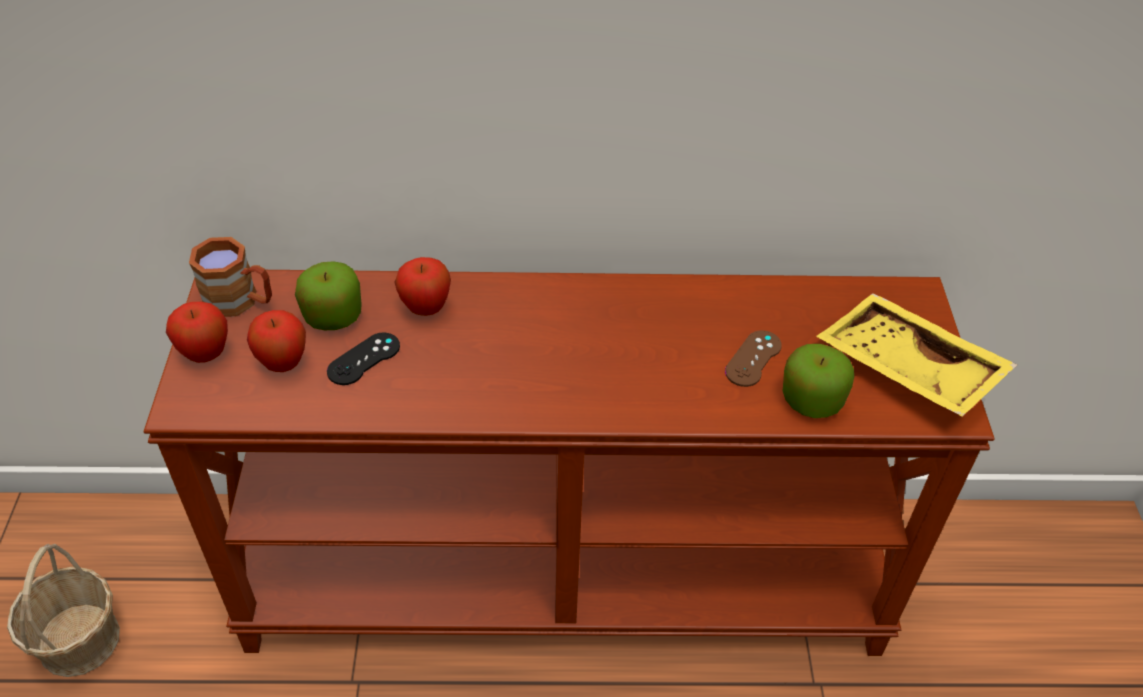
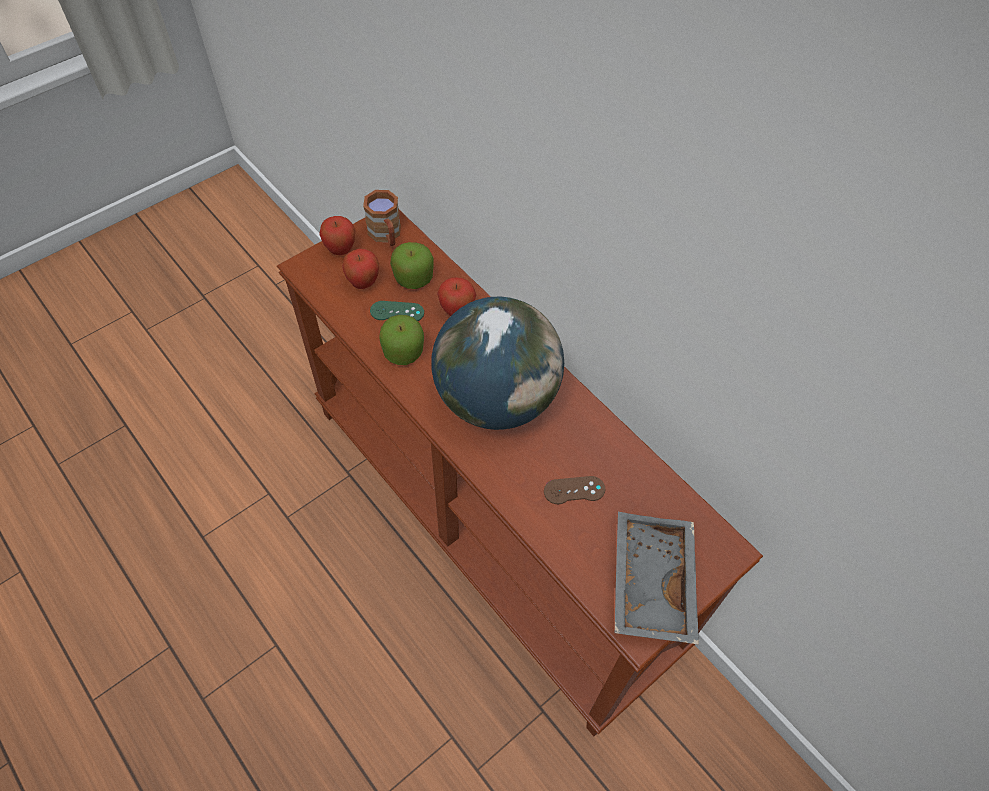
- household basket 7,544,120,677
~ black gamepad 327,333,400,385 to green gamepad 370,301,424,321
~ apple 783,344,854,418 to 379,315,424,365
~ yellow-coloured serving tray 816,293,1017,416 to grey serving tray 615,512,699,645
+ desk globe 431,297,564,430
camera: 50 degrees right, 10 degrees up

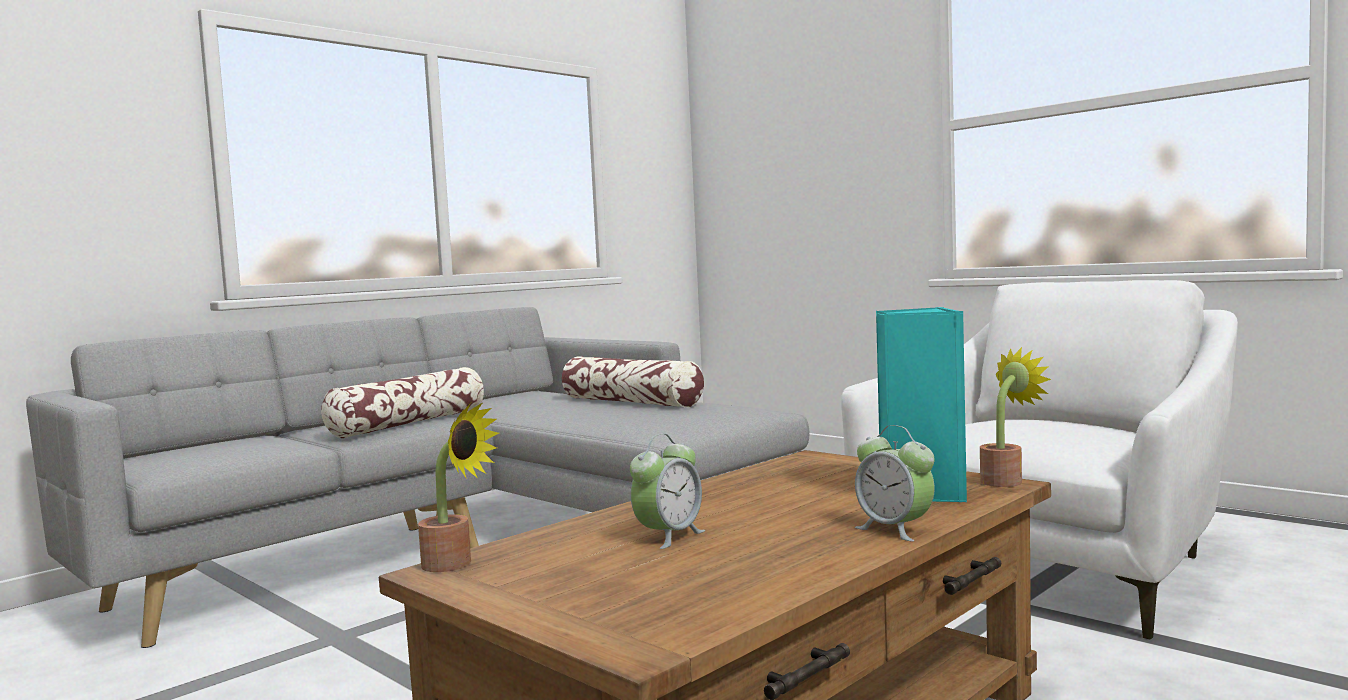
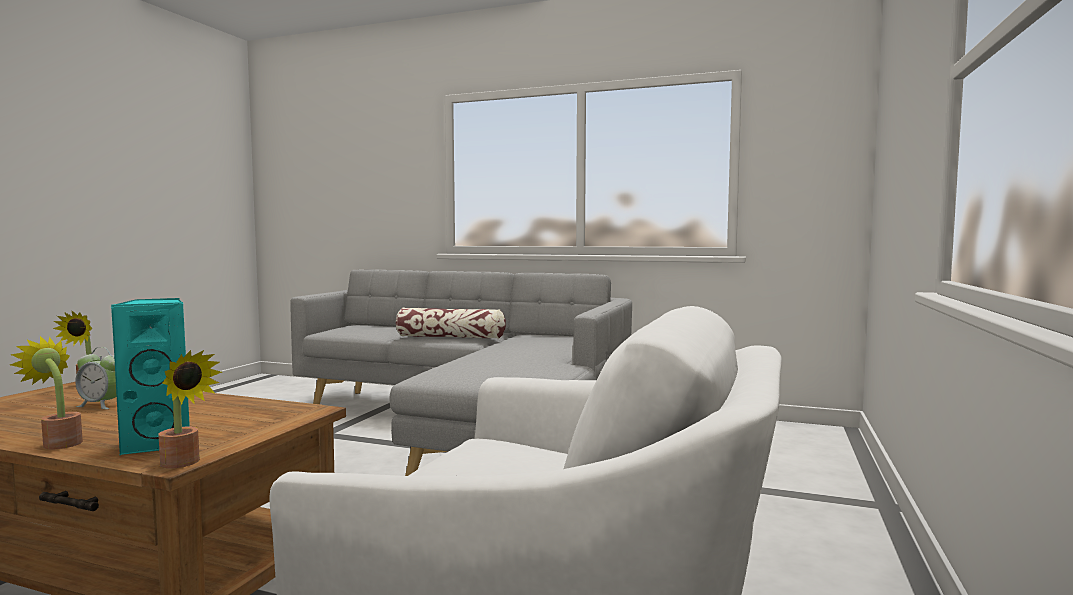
- pillow 562,356,704,408
~ table clock 855,425,935,542 to plant in a pot 10,336,83,450
camera: 65 degrees right, 0 degrees up

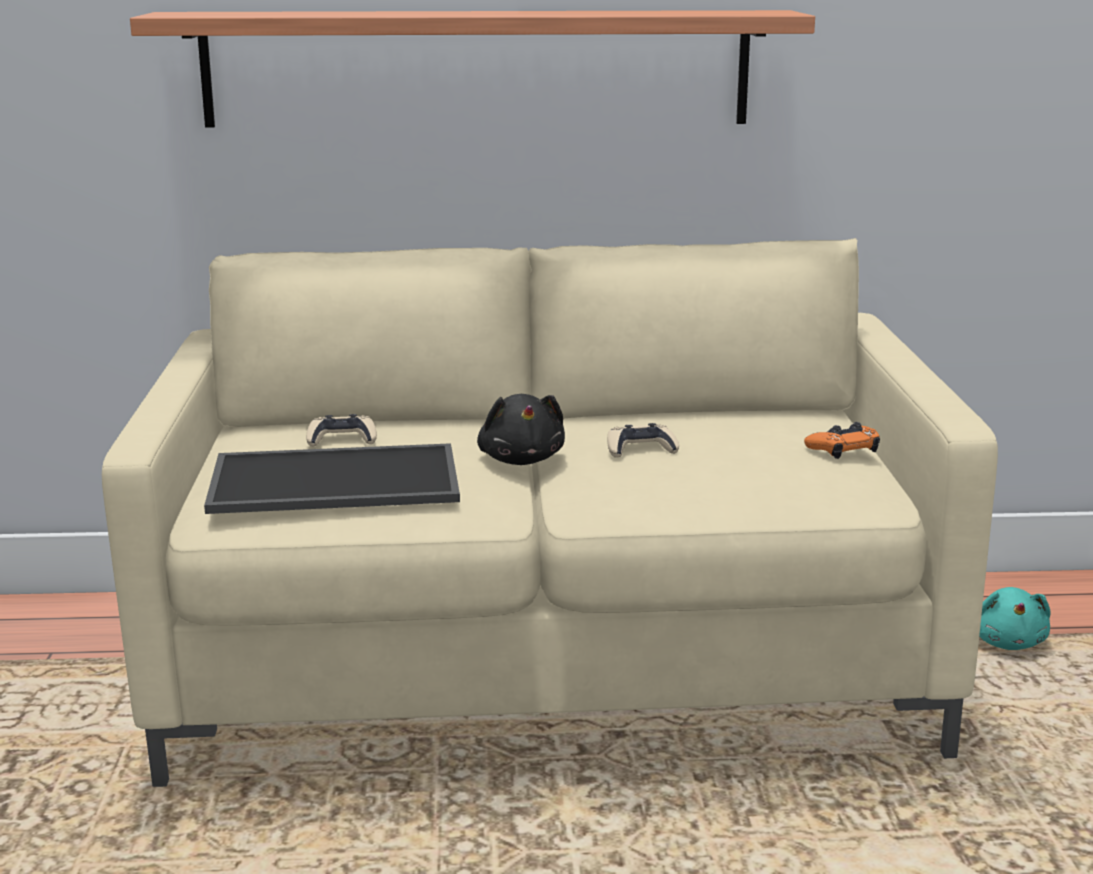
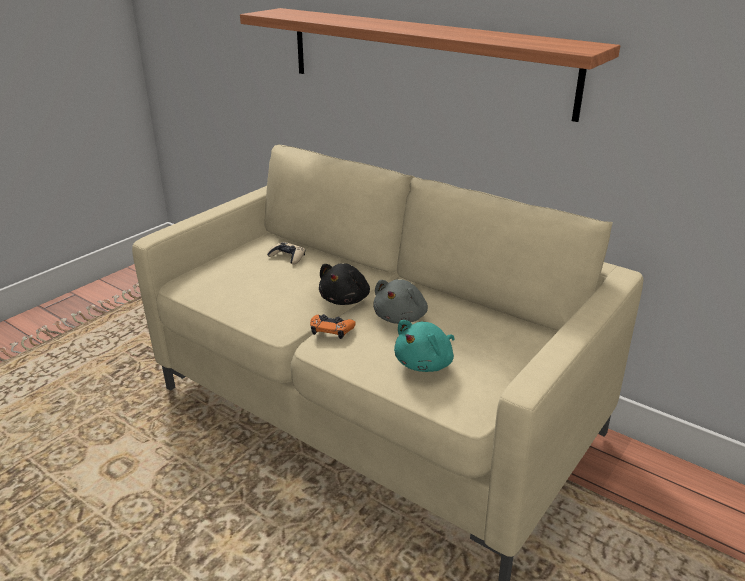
- serving tray 204,443,460,514
~ beige gamepad 607,423,679,458 to grey soft toy 373,279,428,324
~ orangey gamepad 804,422,880,459 to 310,314,356,339
~ turquoise-coloured soft toy 979,587,1050,650 to 394,320,454,372
camera: 40 degrees right, 10 degrees up

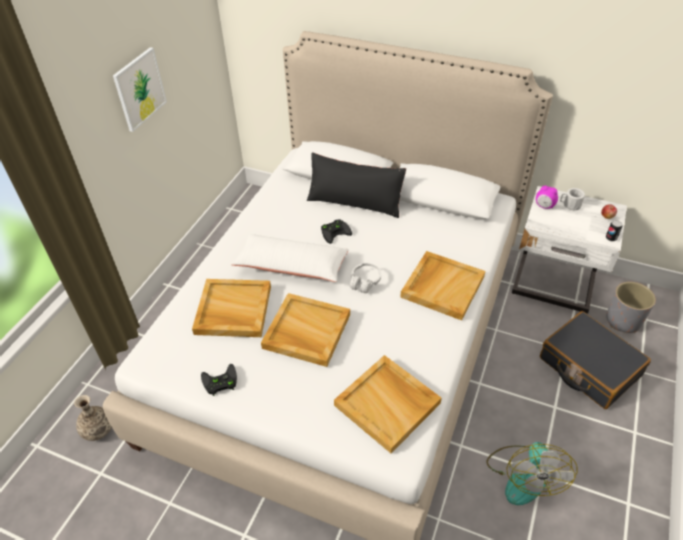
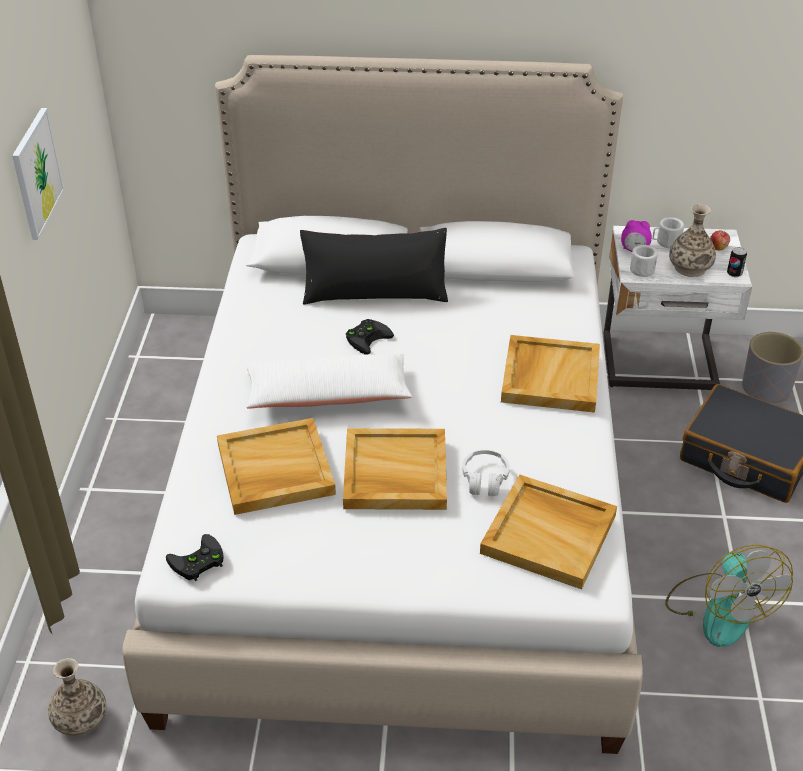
~ black gamepad 201,364,237,396 to 166,534,224,581
~ whitish headset 350,263,381,293 to 462,450,510,496
+ whitish mug 630,245,658,277
+ decorative vase 669,204,716,277
camera: 20 degrees left, 5 degrees down

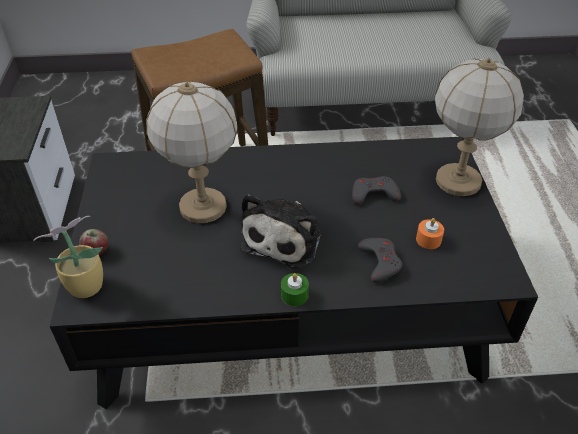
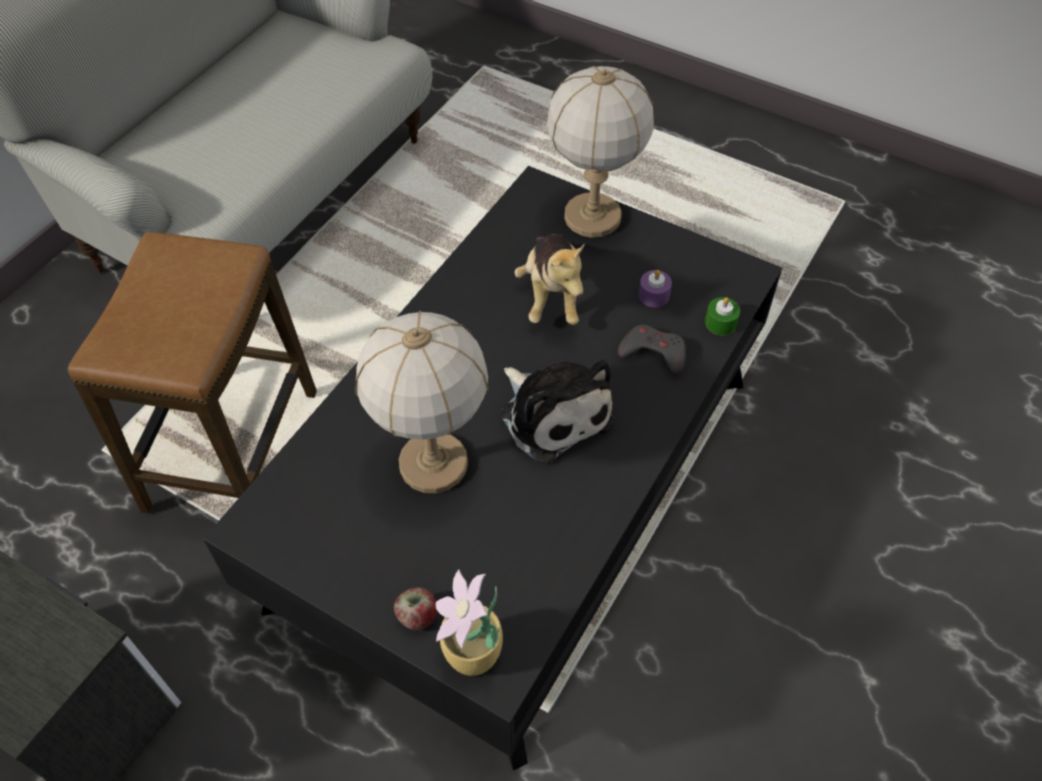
~ green wax light 281,273,309,306 to 705,297,740,335
~ grey gamepad 352,176,401,205 to soft toy 514,234,585,325
~ orangey wax light 416,218,444,249 to purplish wax light 639,270,672,307
camera: 55 degrees left, 10 degrees up

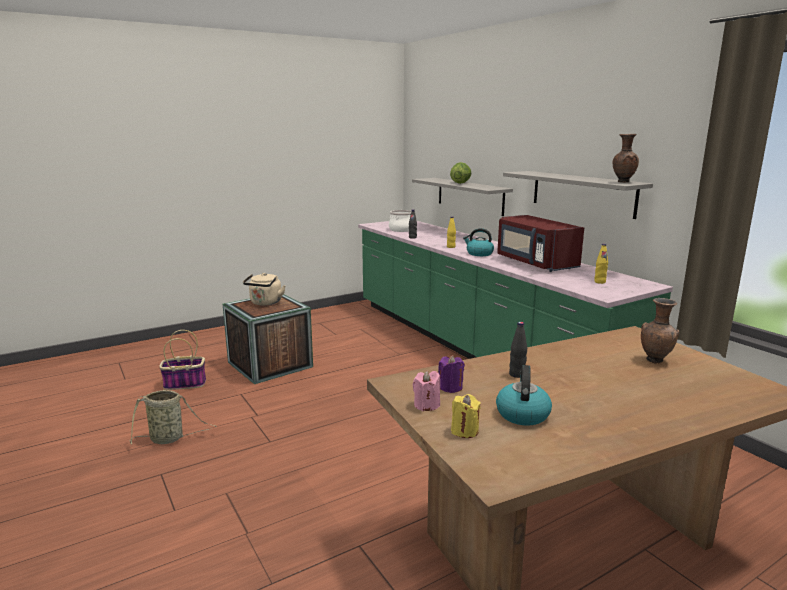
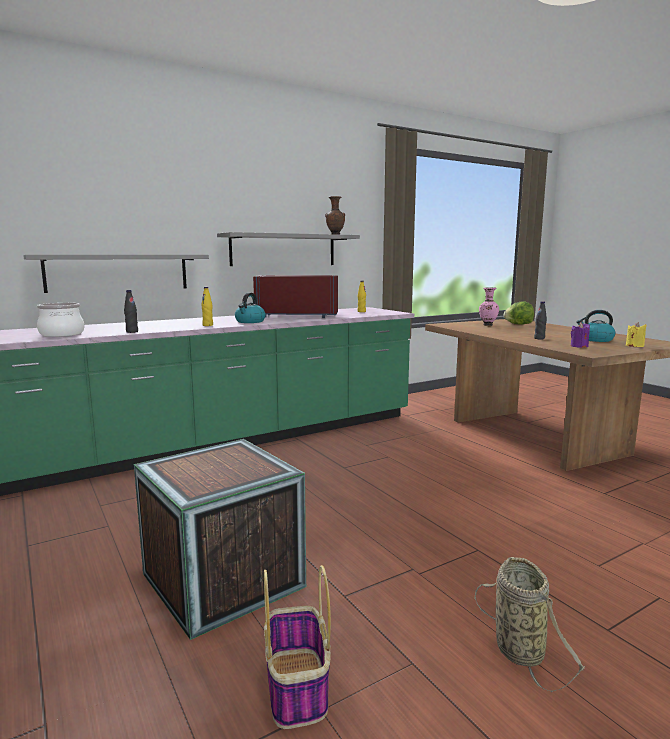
- beige kettle 243,273,286,306
- pink-coloured wax light 413,371,440,411
~ lettuce 450,162,471,184 to 503,301,534,325
~ red microwave 497,215,584,272 = 253,275,338,318 150 degrees counterclockwise
~ brown-coloured decorative vase 641,298,679,364 to pink-coloured decorative vase 479,287,499,326
camera: 90 degrees left, 5 degrees down

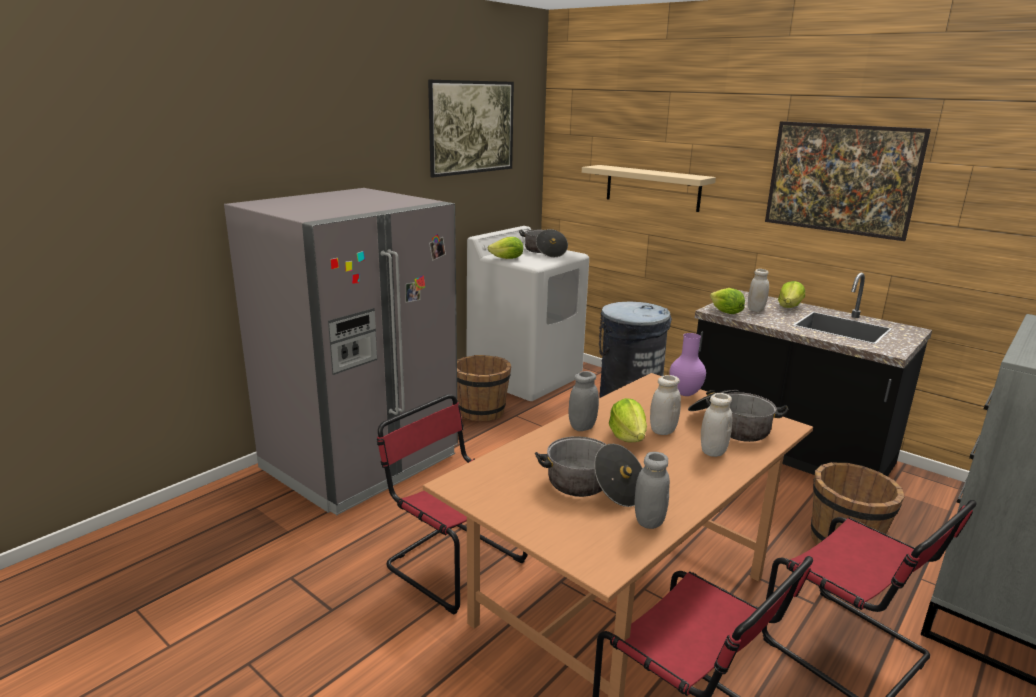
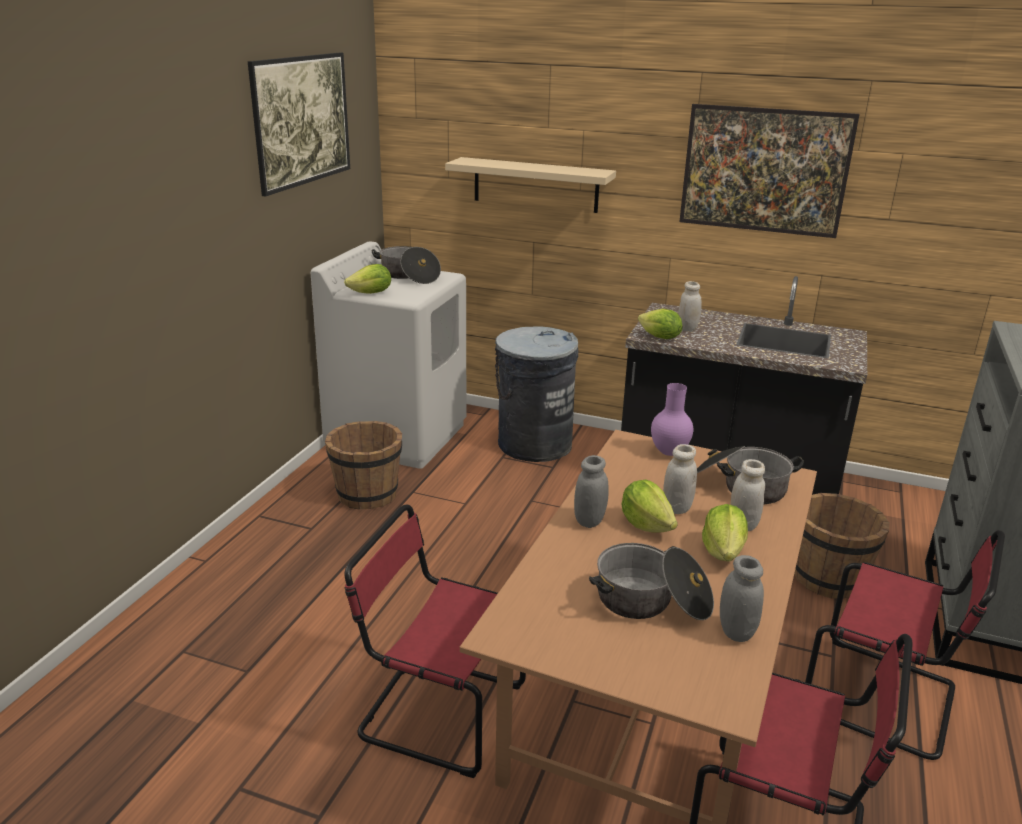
- grey kitchen fridge 224,188,458,515
~ lettuce 778,281,805,308 to 702,504,748,561
camera: 20 degrees left, 5 degrees up

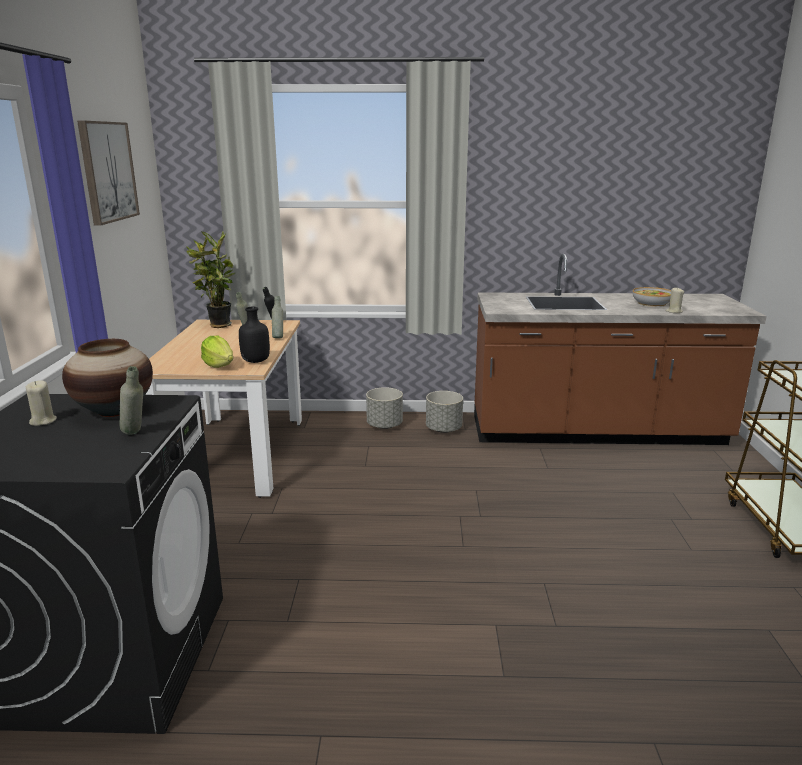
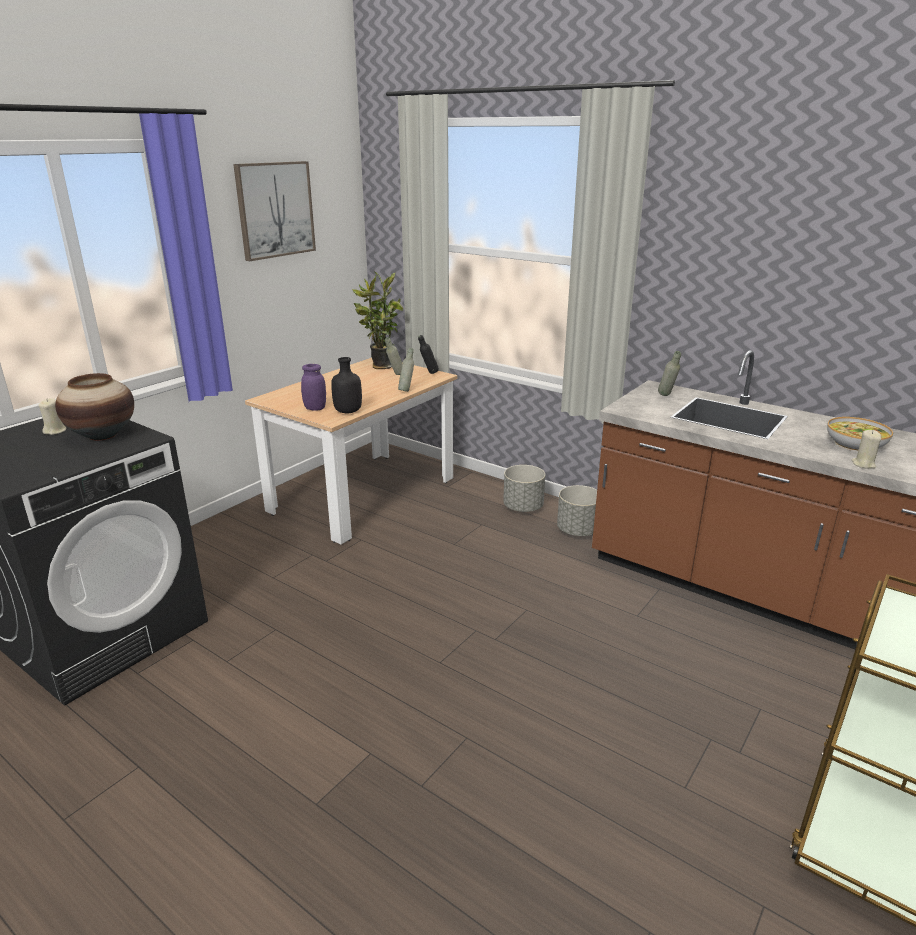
~ grey bottle 119,366,143,435 to 658,351,681,396
~ lettuce 201,336,233,368 to purplish preserve jar 301,364,326,411
camera: 35 degrees right, 5 degrees up

